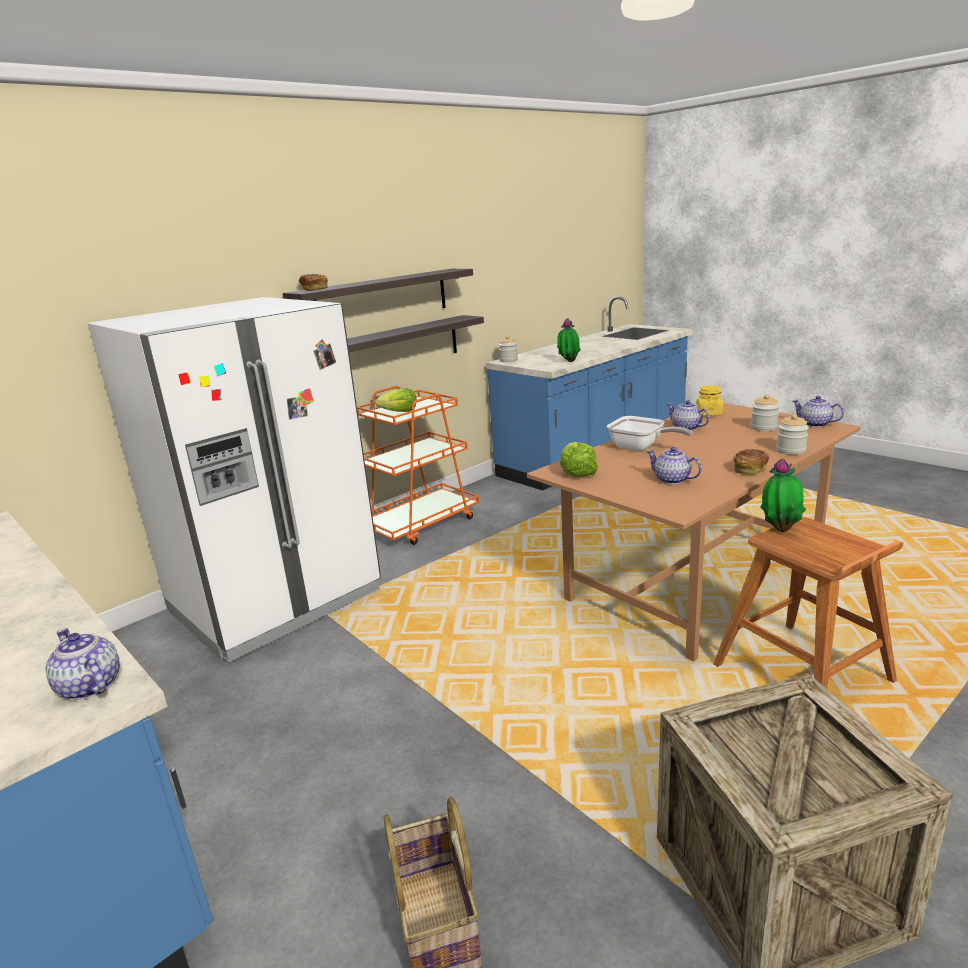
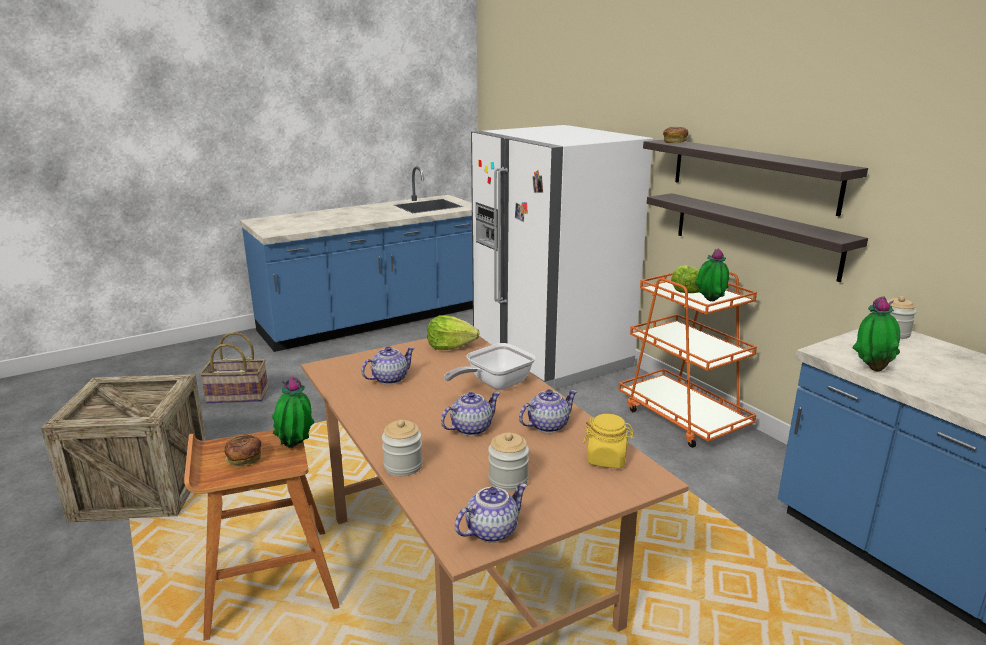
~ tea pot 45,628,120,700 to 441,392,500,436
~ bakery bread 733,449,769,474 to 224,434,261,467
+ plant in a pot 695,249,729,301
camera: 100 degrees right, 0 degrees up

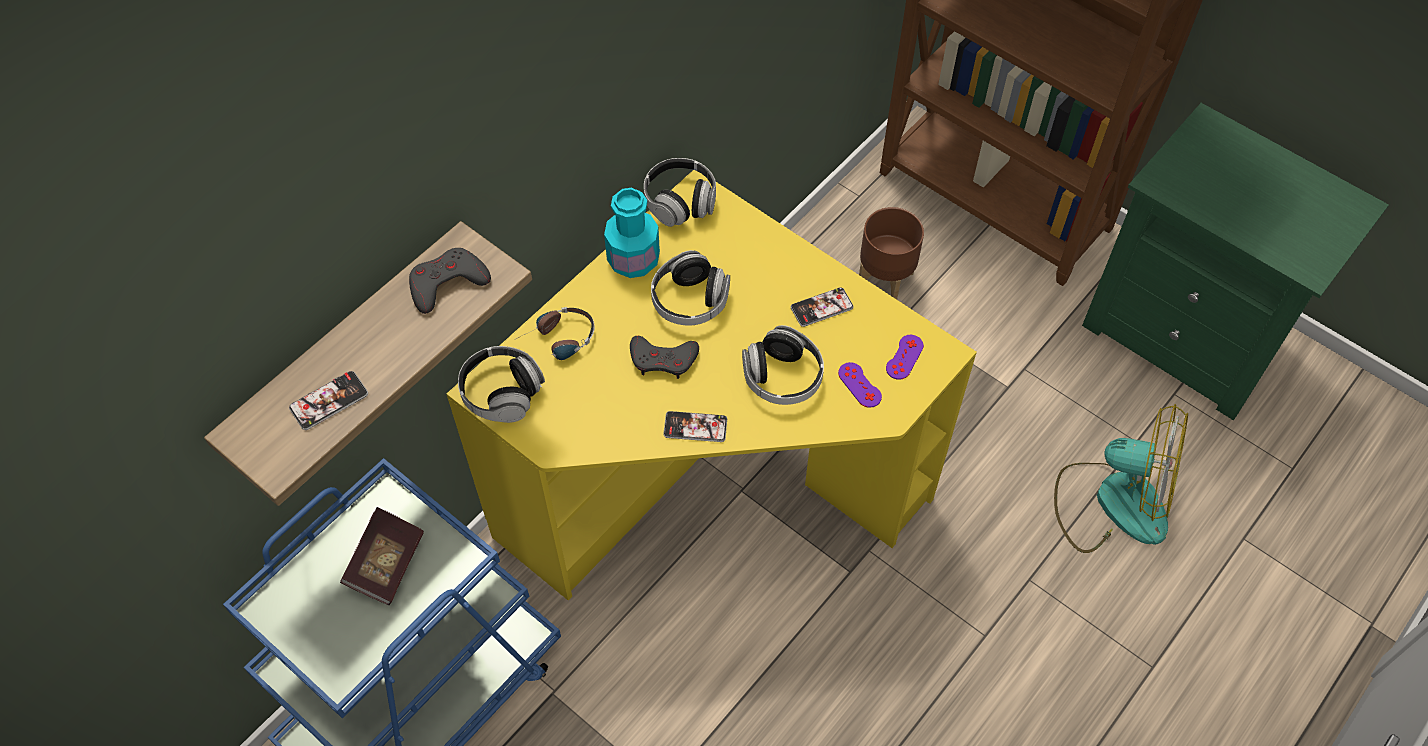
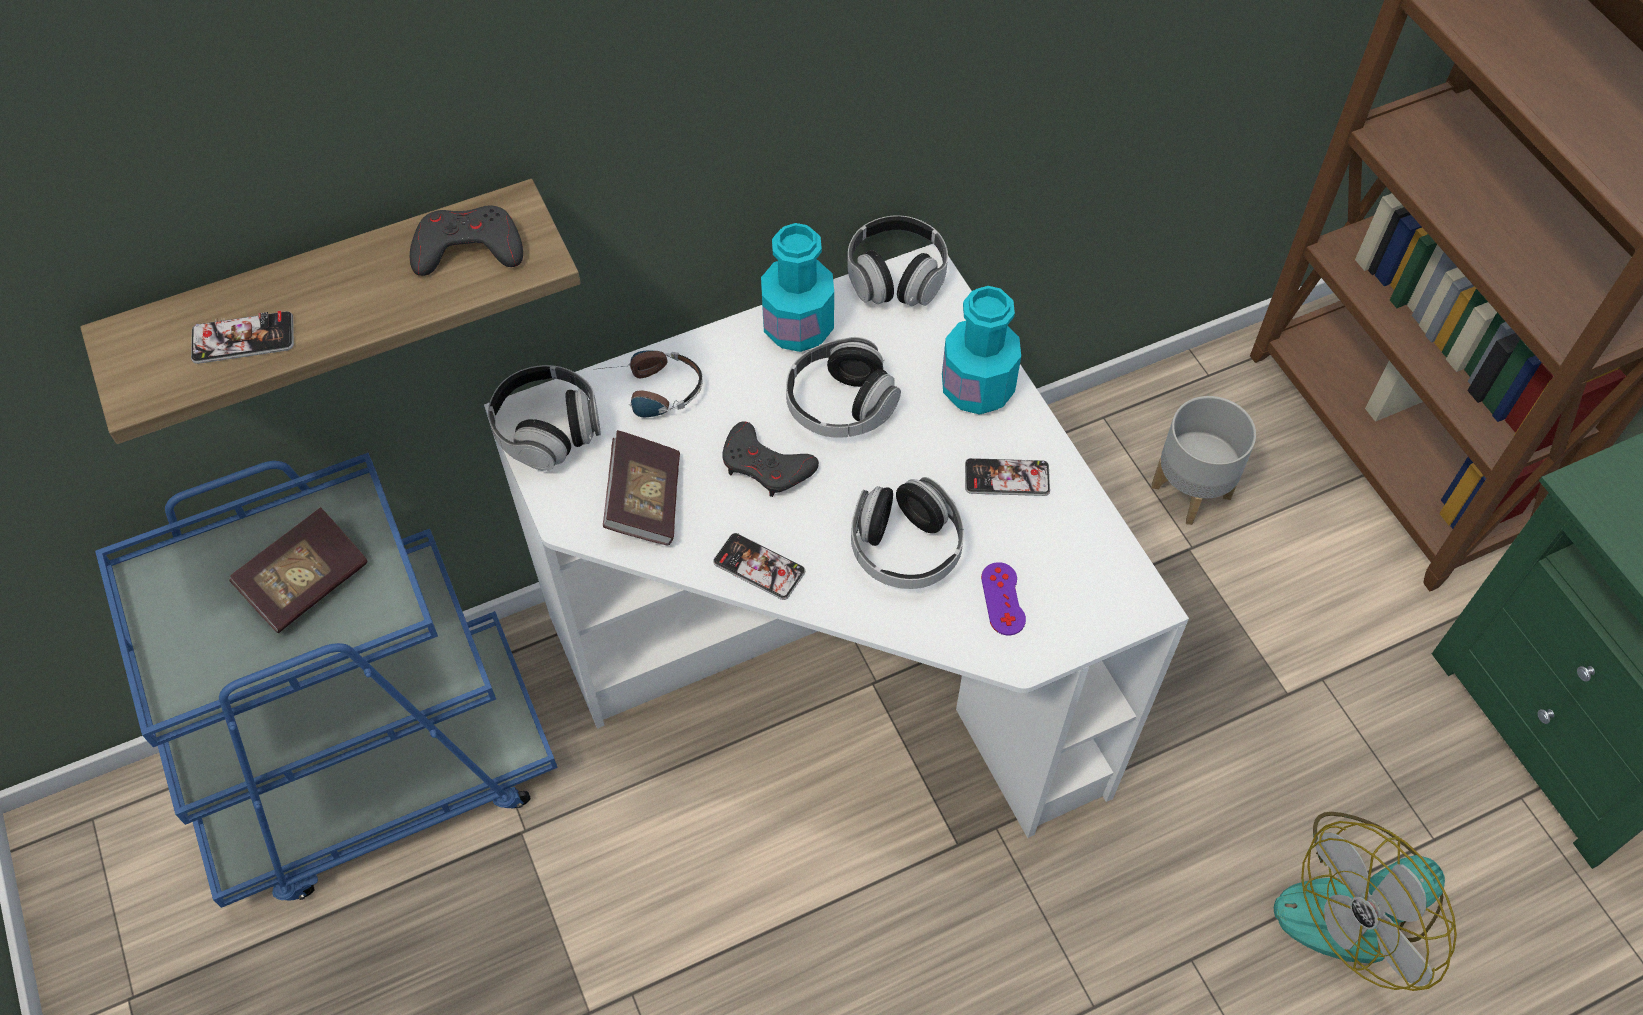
~ yellow-coloured desk unit 447,170,977,600 to whitish desk unit 484,244,1189,838
~ brown-coloured flower pot 859,207,924,299 to grey flower pot 1152,396,1256,525
- purplish gamepad 886,335,924,380
~ fan 1054,404,1188,553 = 1274,812,1457,991 105 degrees clockwise
+ book 603,430,680,546
+ turquoise-coloured bottle 942,286,1021,415
camera: 25 degrees right, 0 degrees up

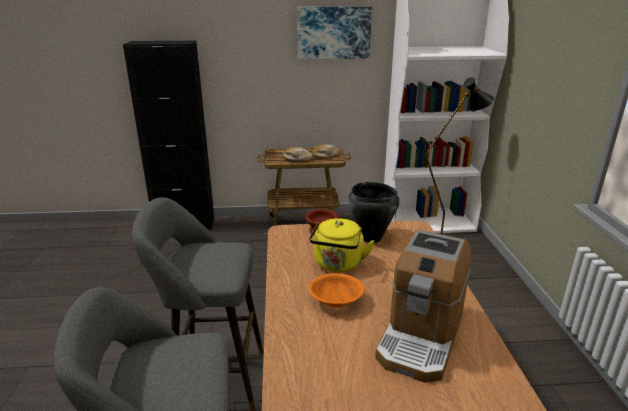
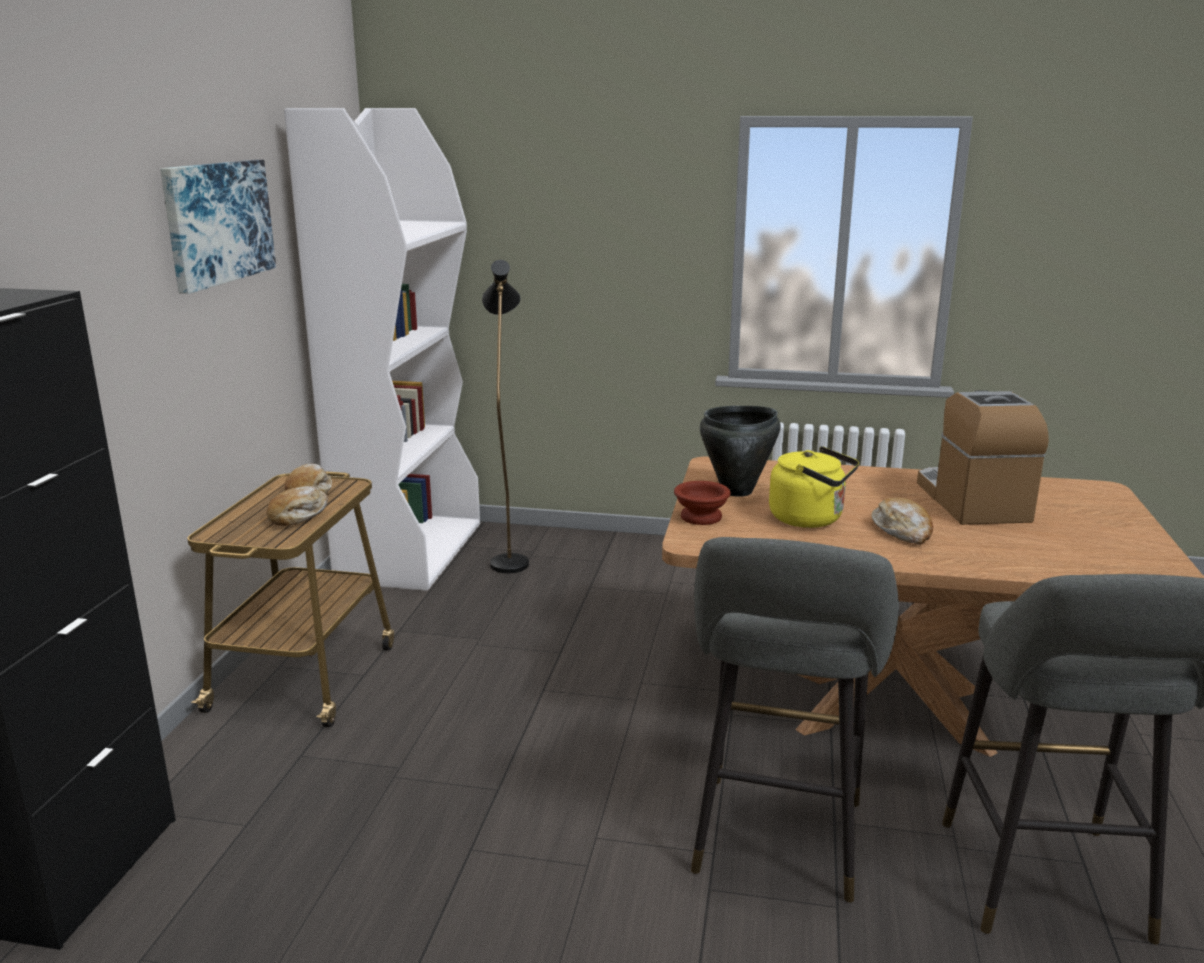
~ orangey serving bowl 309,273,364,307 to bakery bread 871,497,933,545
~ coffee brewer 375,230,471,383 = 917,390,1049,525 135 degrees counterclockwise
camera: 75 degrees left, 5 degrees down

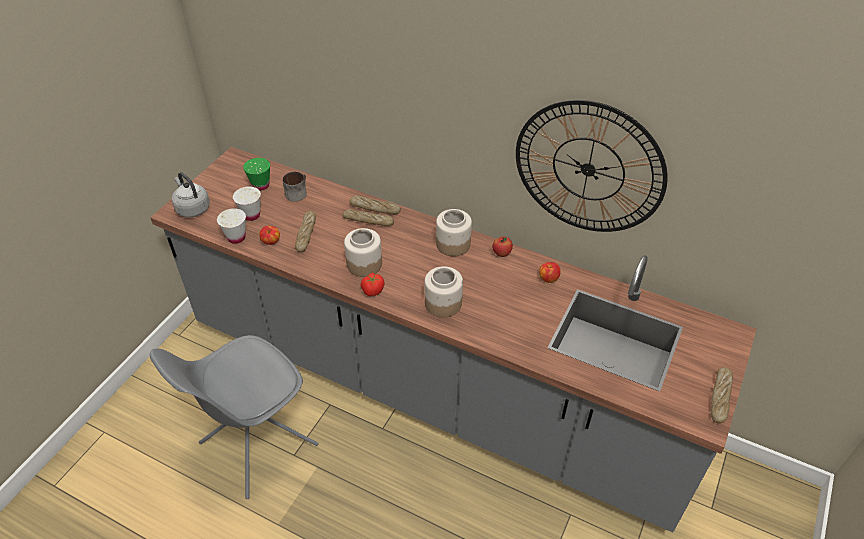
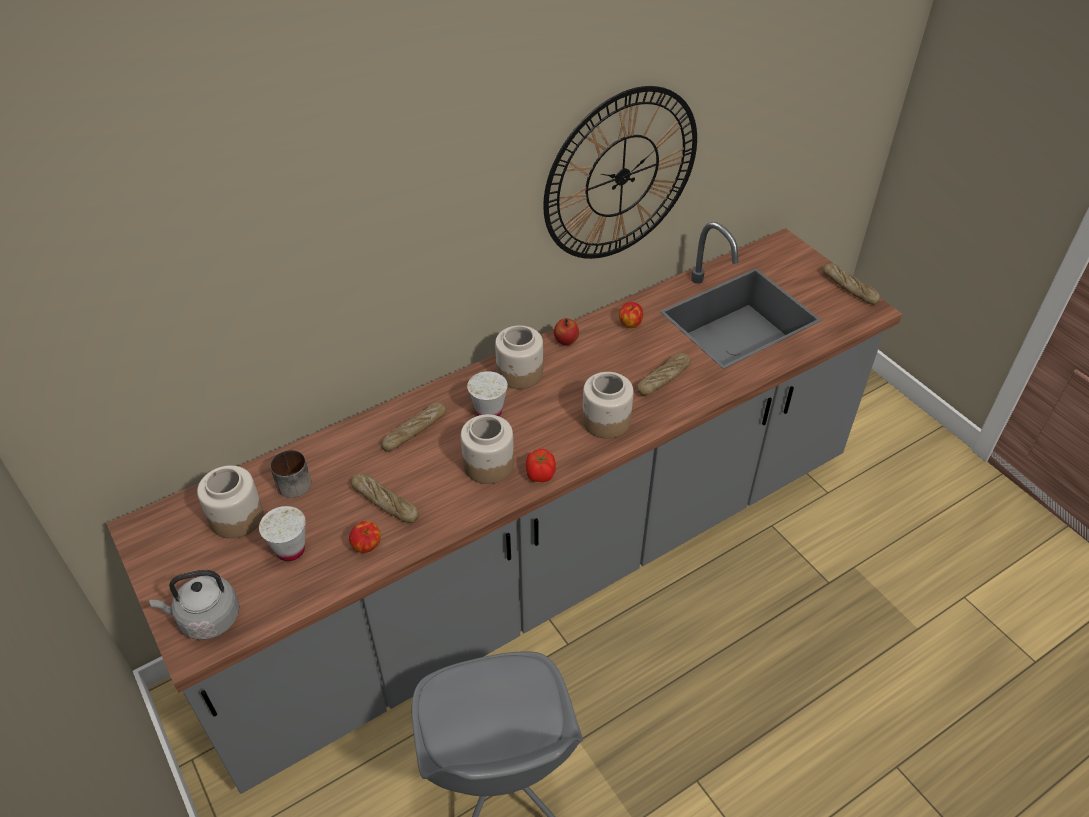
~ whitish small cup 217,208,246,244 to 467,371,508,416
~ green small cup 243,158,270,191 to preserve jar 197,466,263,539
~ bakery bread 349,196,401,215 to 637,353,691,395
camera: 60 degrees left, 0 degrees up

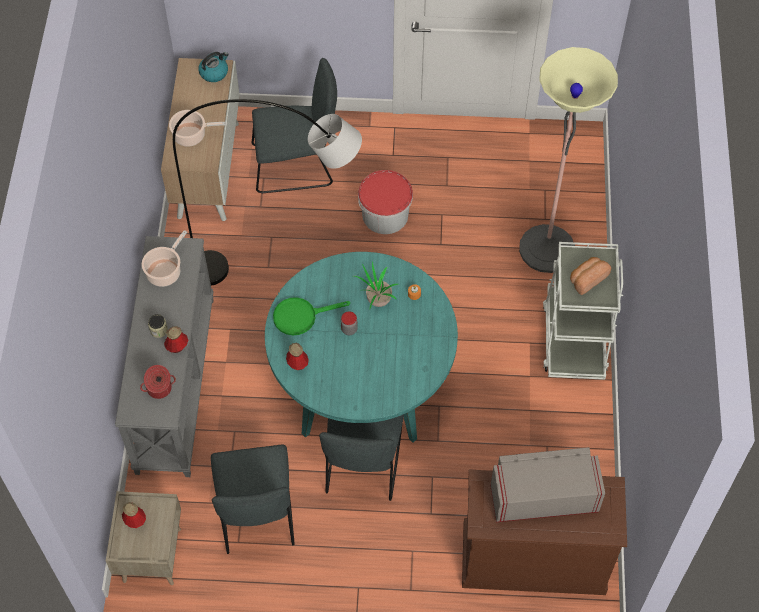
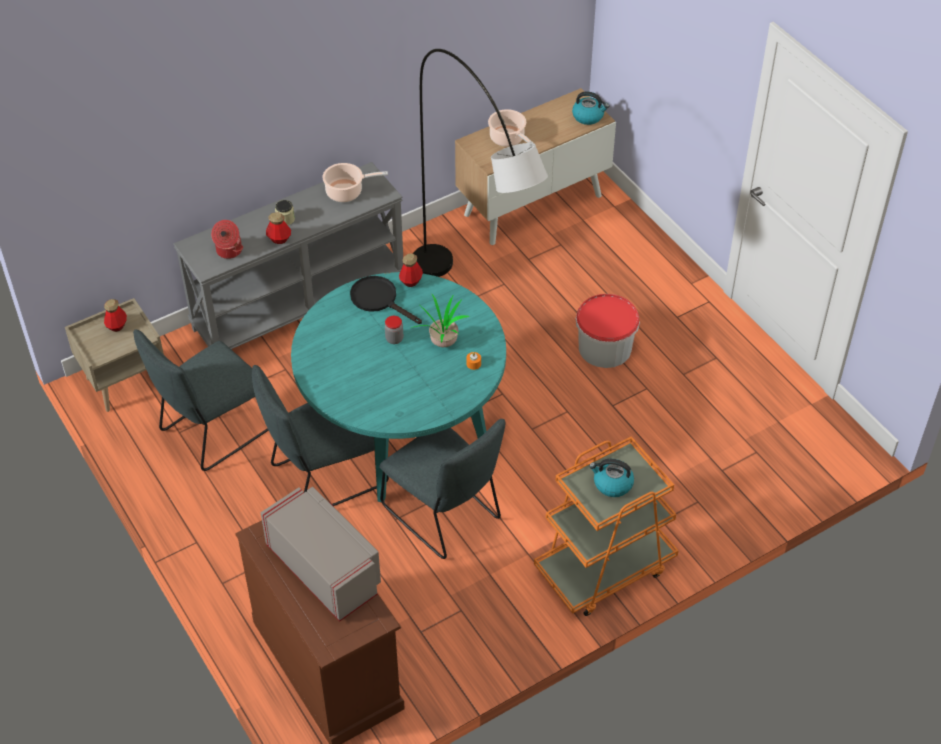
~ grey plain chair 252,58,337,193 to 379,419,505,559
~ green frying pan 273,297,350,335 to black frying pan 350,276,422,324
~ bottle 286,343,308,370 to 399,253,423,287
- floor lamp 519,47,618,273
~ whitish trolley 543,242,623,380 to orangey trolley 534,436,679,616
~ bakery bread 570,257,611,295 to kettle 589,459,634,497
camera: 55 degrees right, 10 degrees down

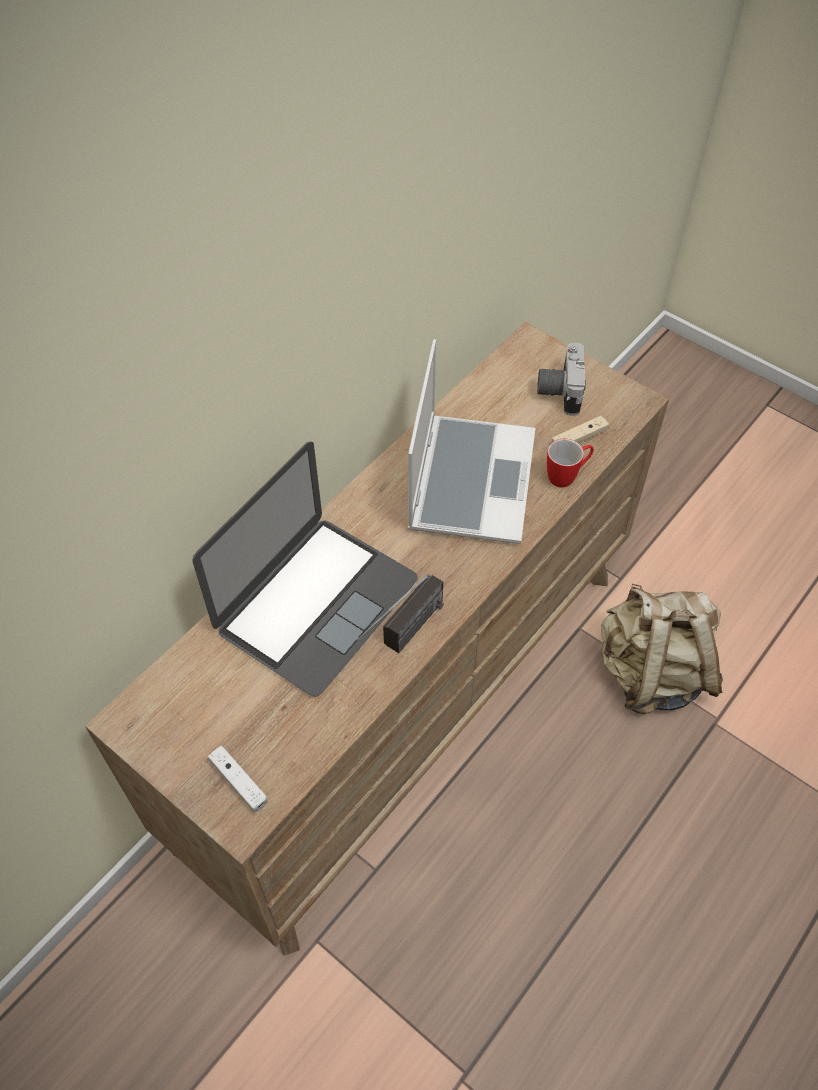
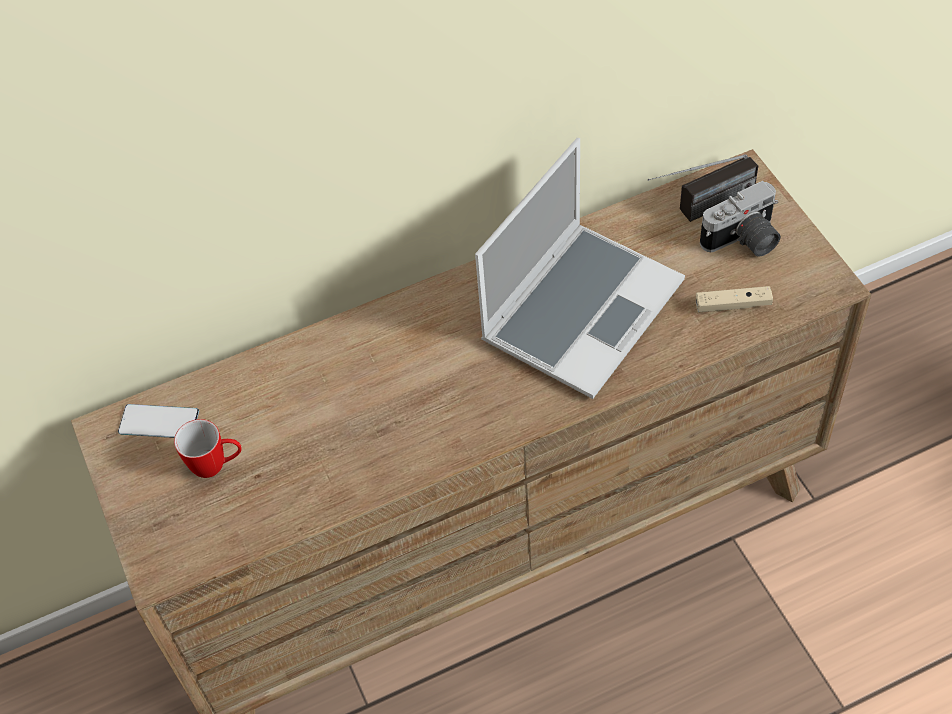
- laptop 193,442,418,697
- whitish gamepad 208,746,268,812
~ radio receiver 357,574,444,653 to 648,154,758,222
~ still camera 537,343,586,416 = 700,181,781,256 150 degrees counterclockwise
~ mug 547,439,594,488 to 174,419,242,478
- beige rucksack 601,584,723,714
+ handset 118,404,199,438
camera: 30 degrees right, 0 degrees up

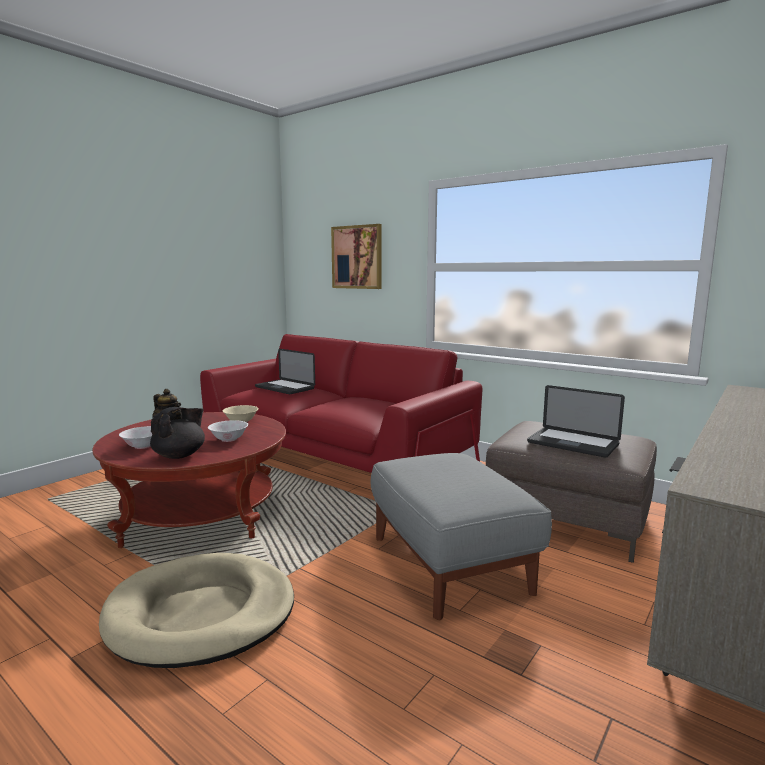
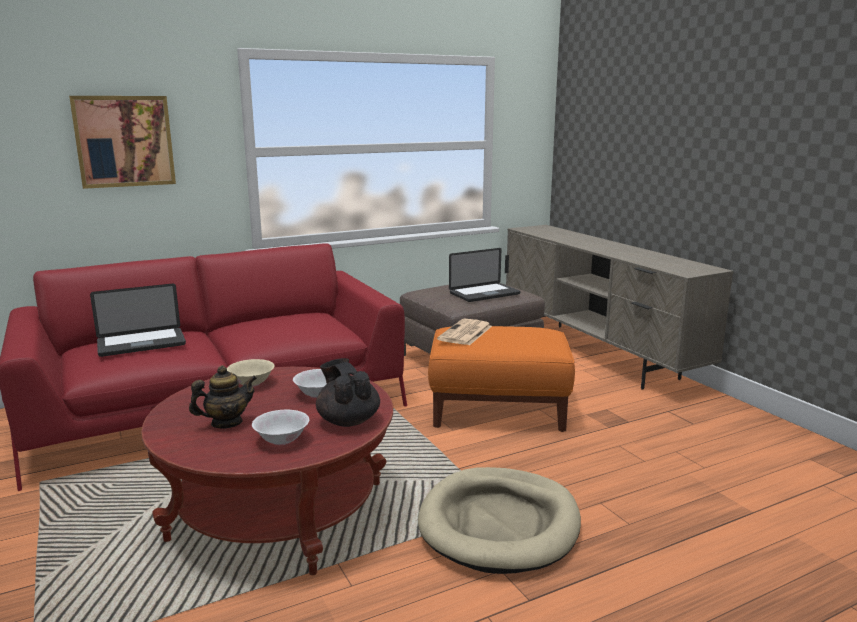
~ grey ottoman 371,453,552,620 to orangey ottoman 428,326,575,432
+ printed paper 437,319,492,345
camera: 65 degrees left, 5 degrees up

